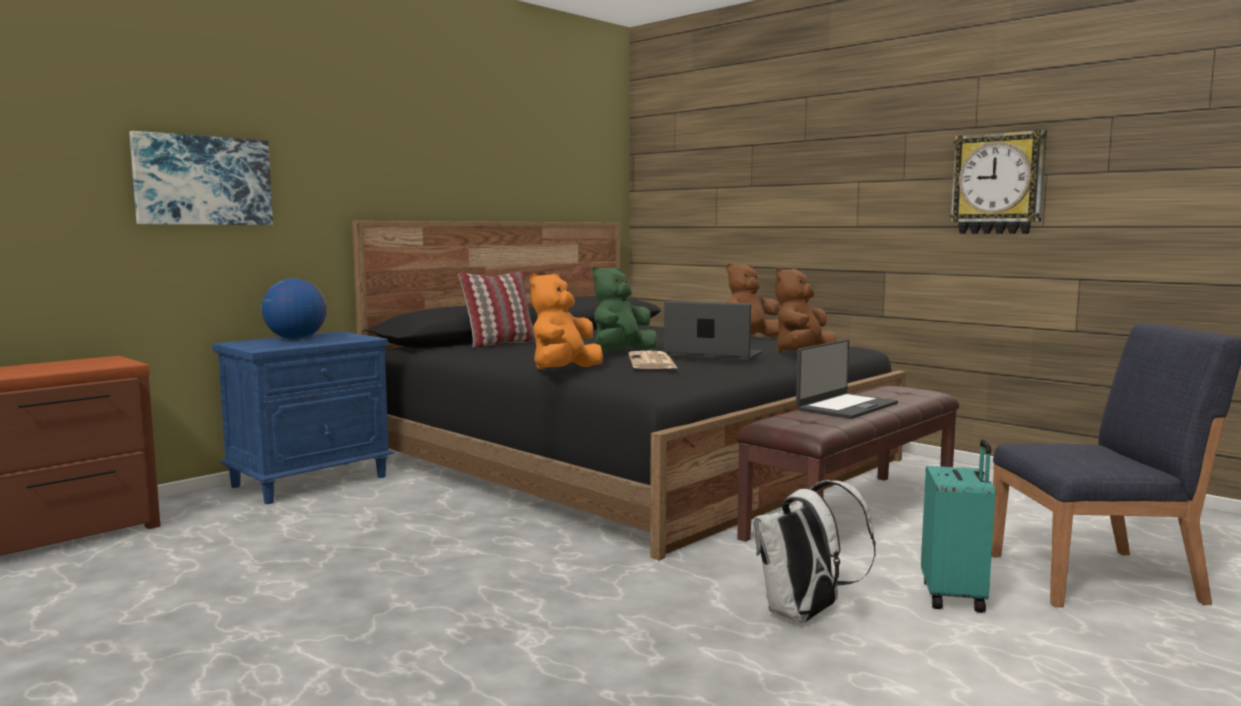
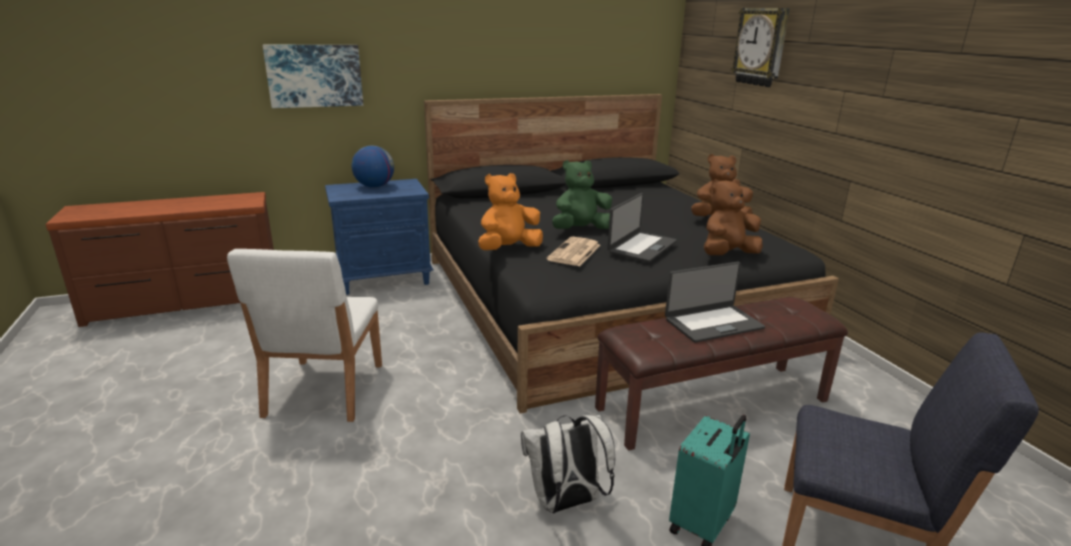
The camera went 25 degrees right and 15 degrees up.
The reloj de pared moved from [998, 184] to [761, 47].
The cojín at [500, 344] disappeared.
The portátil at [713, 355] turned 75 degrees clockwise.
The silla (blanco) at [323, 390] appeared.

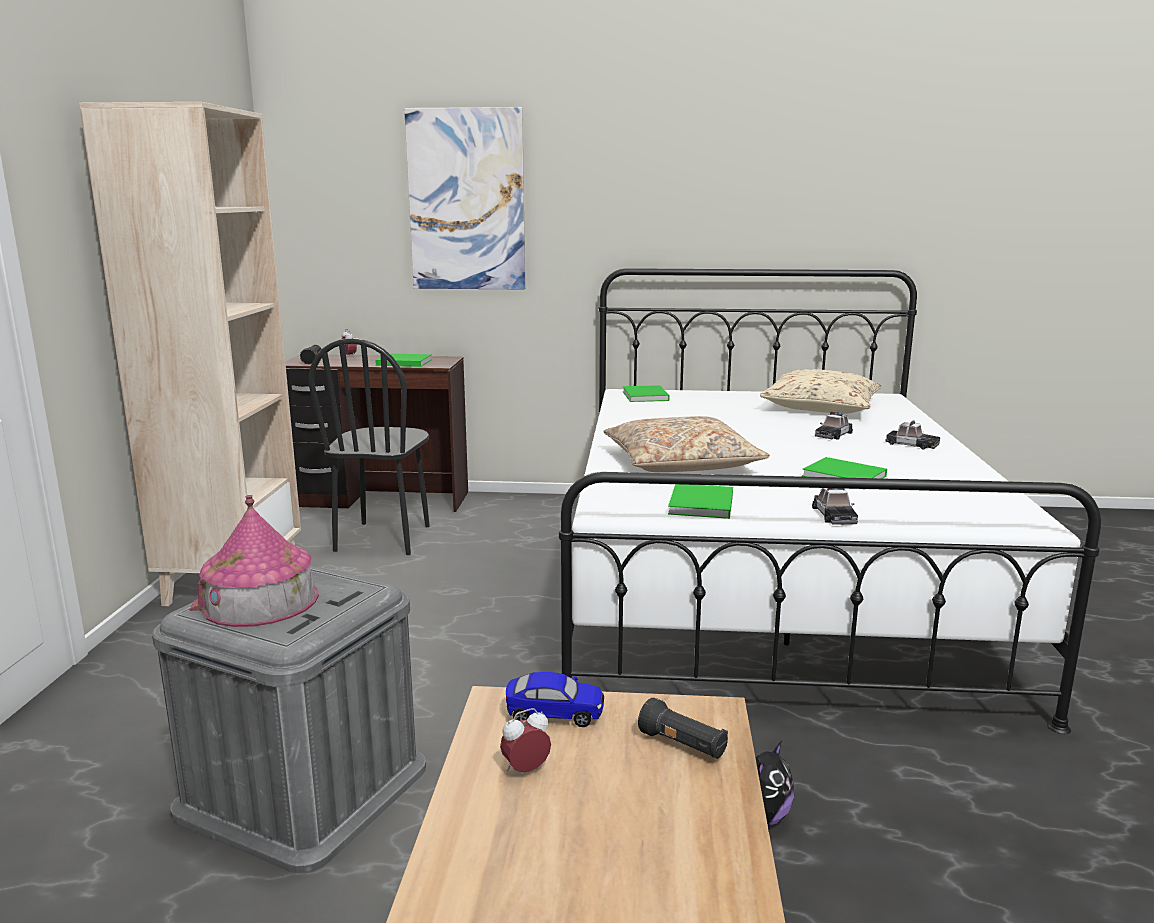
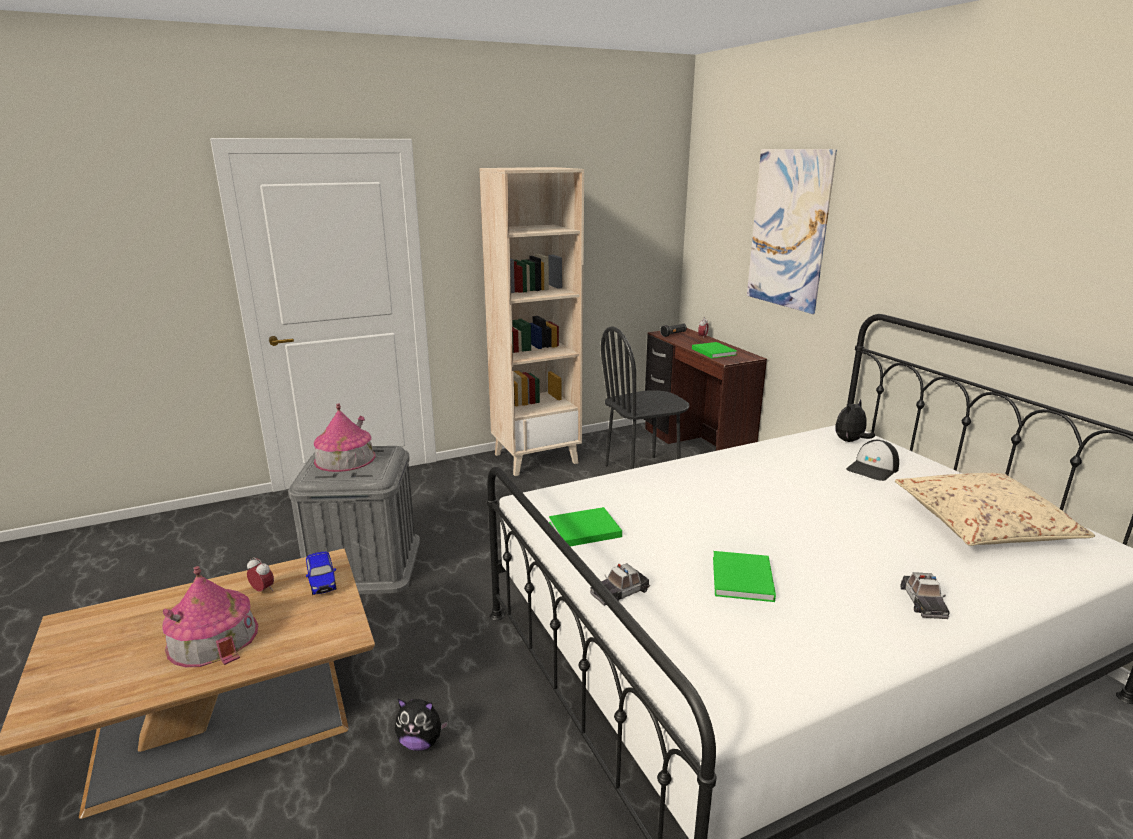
The camera went 60 degrees right and 5 degrees up.
The libro (verde) at [645, 396] was replaced by the peluche at [850, 441].
The coche de juguete at [833, 434] disappeared.
The cojín (beis) at [681, 463] disappeared.
The linterna (negro) at [683, 745] disappeared.
The gorra at [873, 469] appeared.
The casita at [212, 638] appeared.

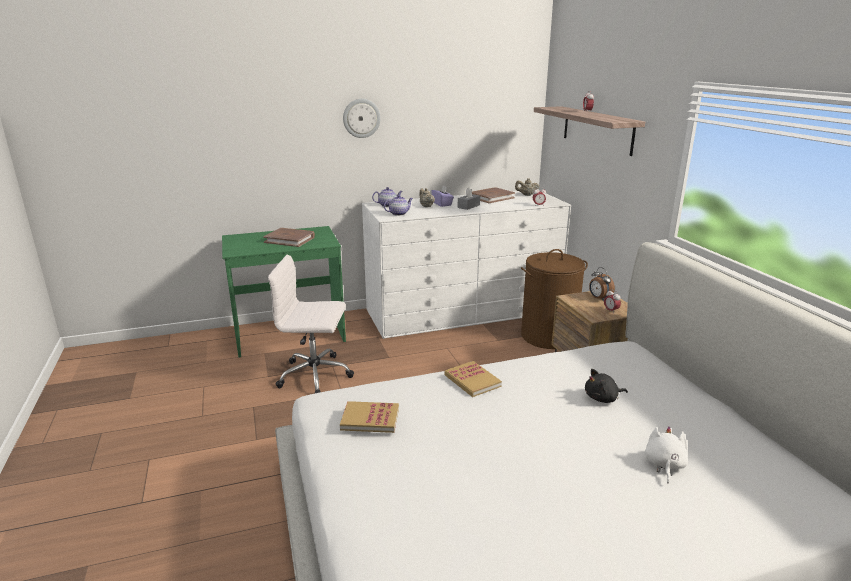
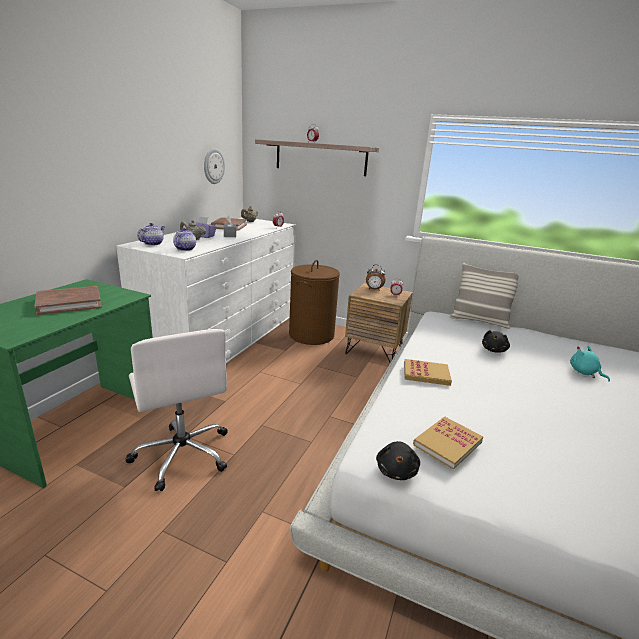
The camera went 50 degrees left and 0 degrees up.
The reloj de pared moved from [361, 118] to [213, 166].
The silla de oficina (blanco) at [316, 375] turned 75 degrees counterclockwise.
The peluche (blanco) at [664, 465] became the peluche (turquesa) at [584, 373].
The cojín at [479, 321] appeared.
The peluche (negro) at [396, 470] appeared.

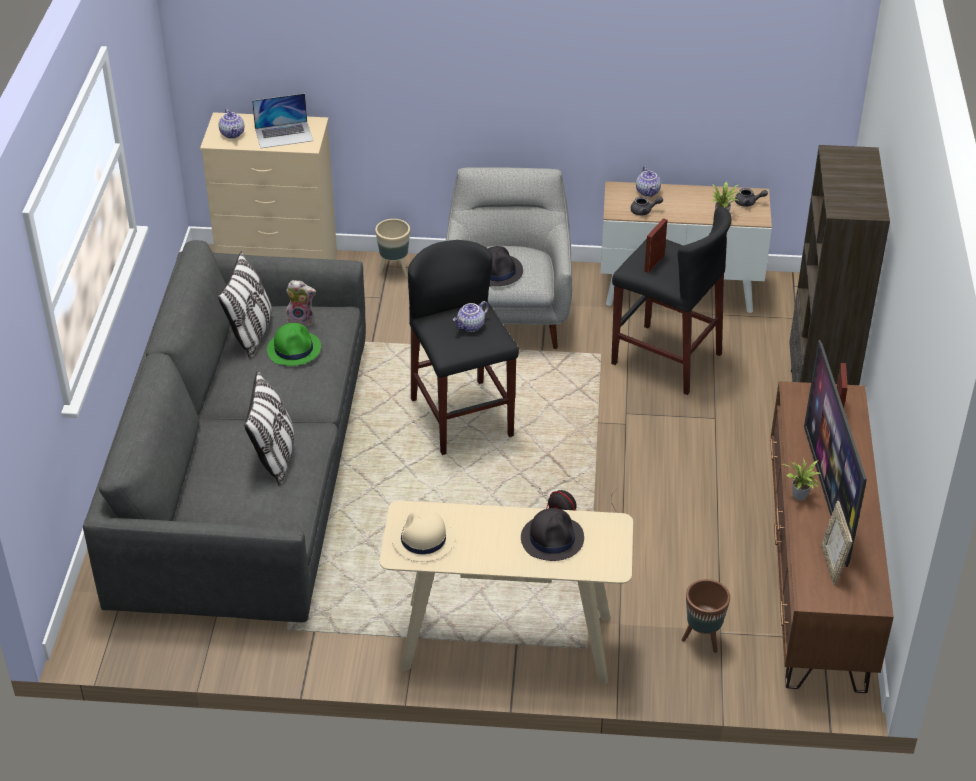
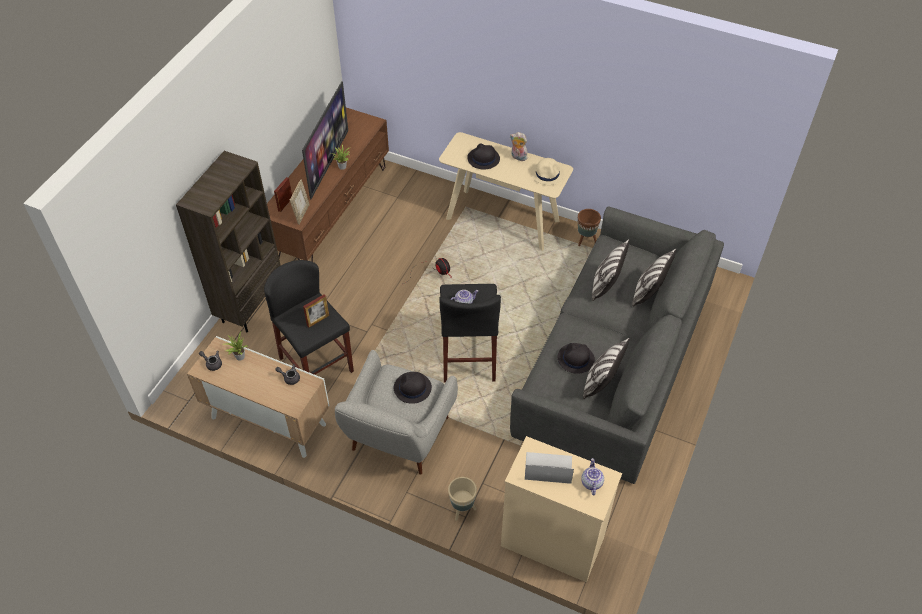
The camera went 160 degrees left and 10 degrees up.
The tetera at [648, 192] disappeared.
The peluche moved from [302, 321] to [518, 157].
The sombrero (verde) at [294, 349] became the sombrero (negro) at [575, 359].
The portarretratos moved from [832, 565] to [302, 214].
The maceta (marrón) moved from [702, 639] to [585, 240].
The cojín at [648, 292] appeared.

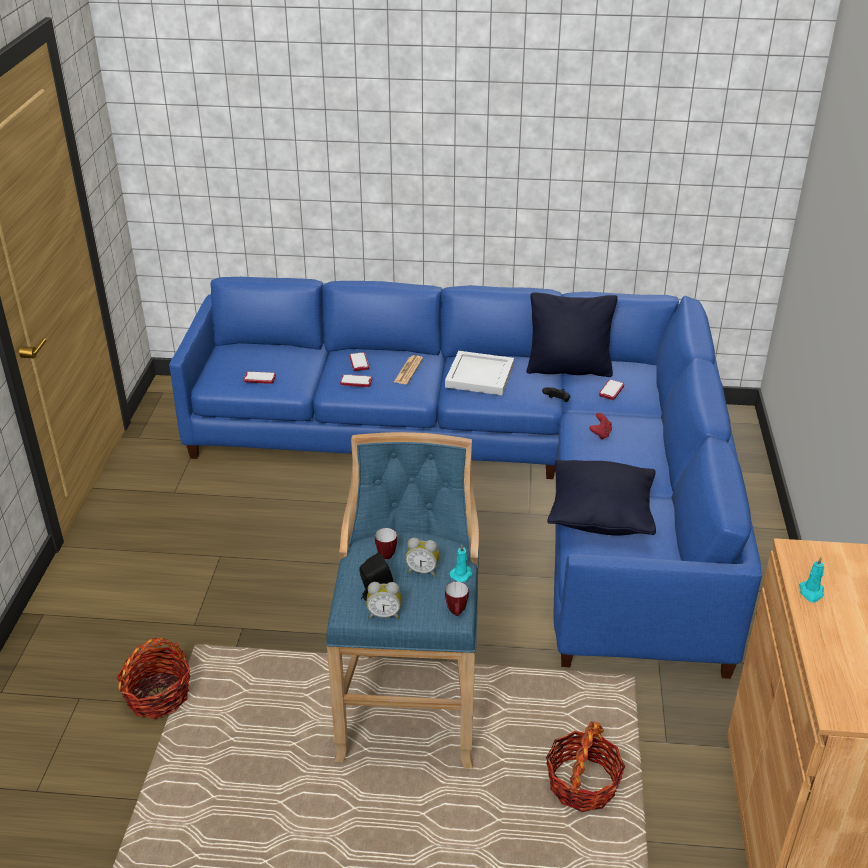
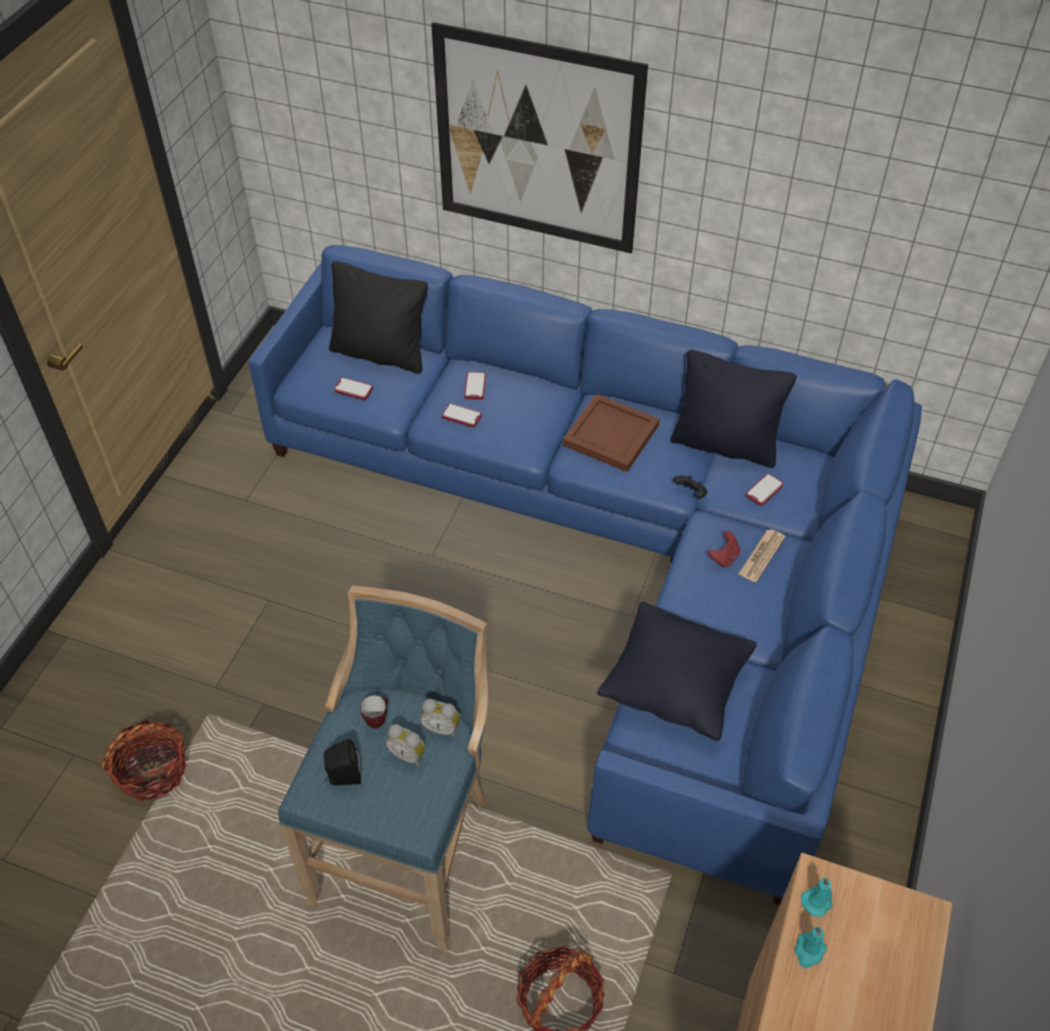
The camera went 15 degrees right and 15 degrees up.
The bandeja (blanco) at [480, 376] became the bandeja (marrón) at [611, 436].
The periódico moved from [408, 370] to [761, 556].
The vela (turquesa) moved from [461, 574] to [817, 901].
The taza grande at [457, 613] disappeared.
The despertador moved from [384, 614] to [442, 727].
The cuadro at [537, 142] appeared.
The cojín (negro) at [380, 353] appeared.

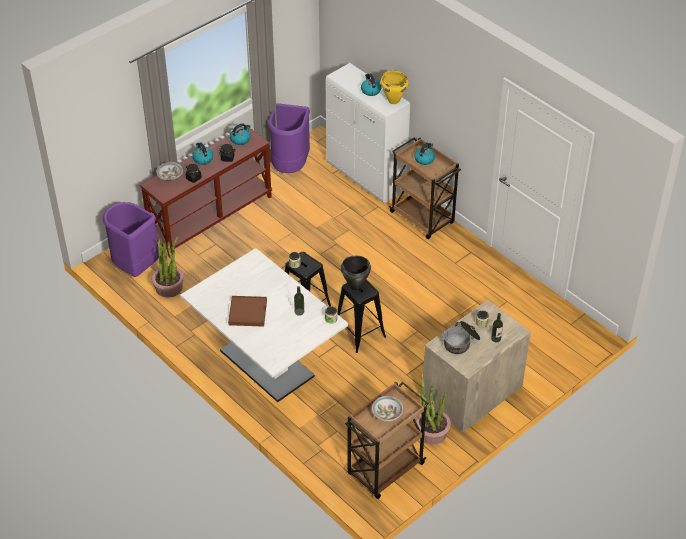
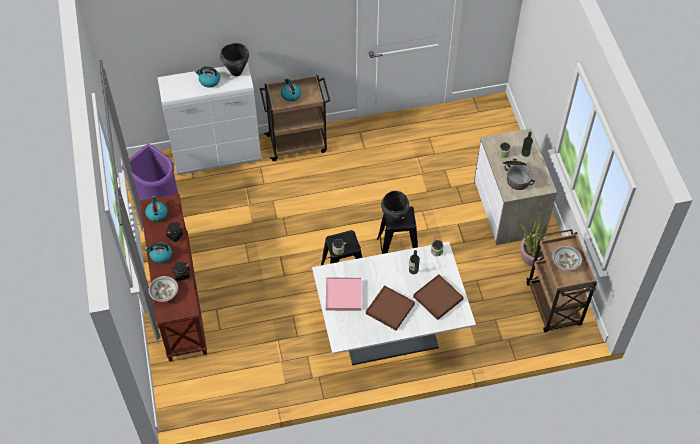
The camera went 60 degrees left and 10 degrees up.
The olla (amarillo) at [393, 100] became the olla (negro) at [236, 72].
The papelera (morado) at [135, 267] disappeared.
The planta en maceta at [169, 287] disappeared.
The bandeja (marrón) at [437, 298] appeared.
The bandeja (rosa) at [343, 295] appeared.

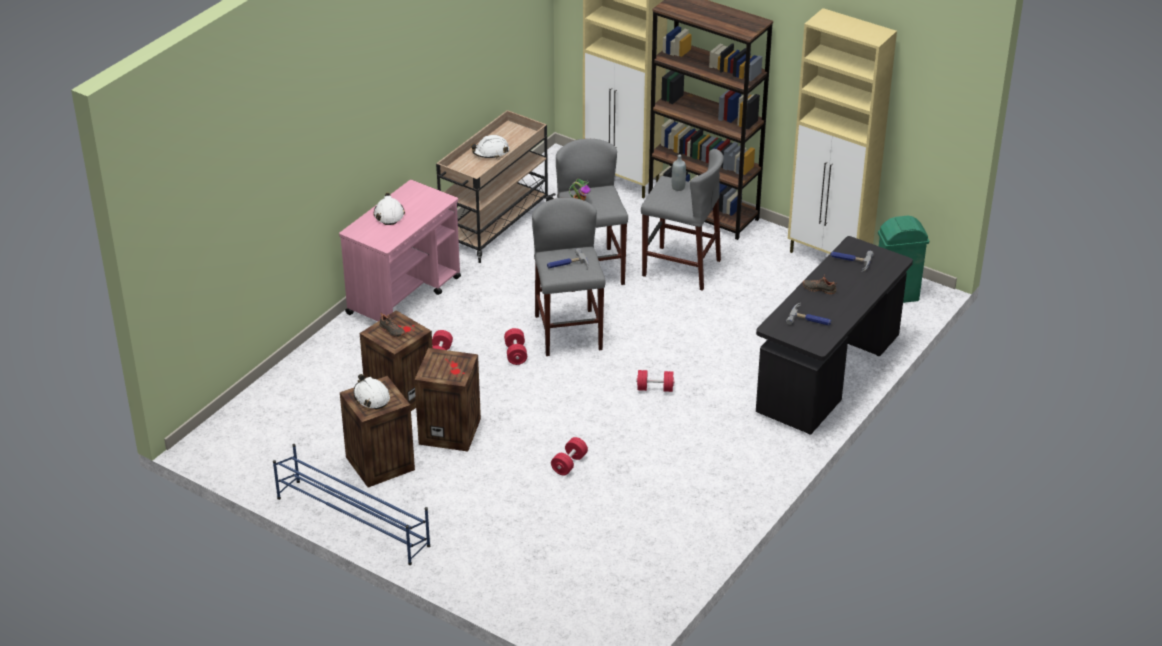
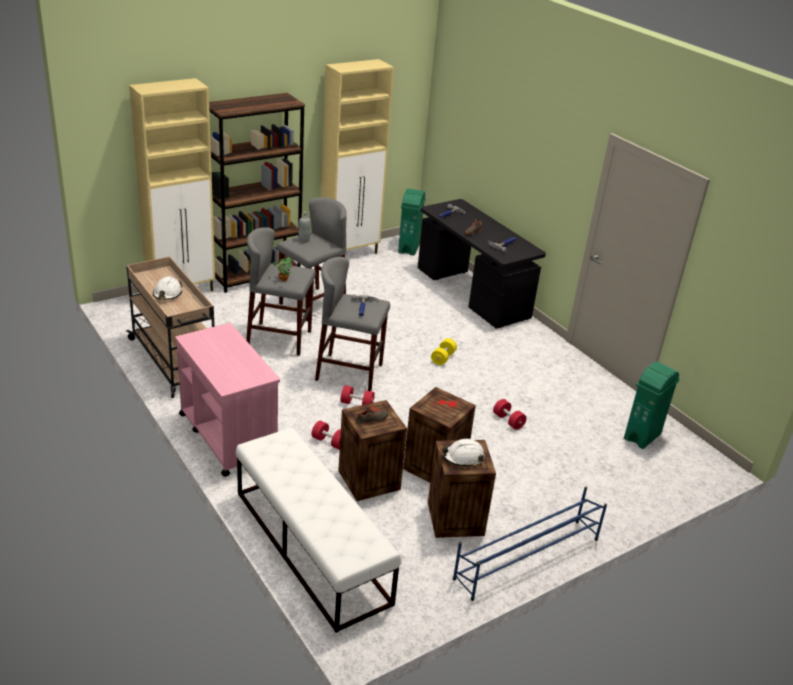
The camera went 70 degrees left and 5 degrees down.
The casco (blanco) at [389, 214] disappeared.
The mancuerna (rojo) at [655, 388] became the mancuerna (amarillo) at [443, 358].
The papelera (verde) at [642, 436] appeared.
The banco (blanco) at [311, 546] appeared.

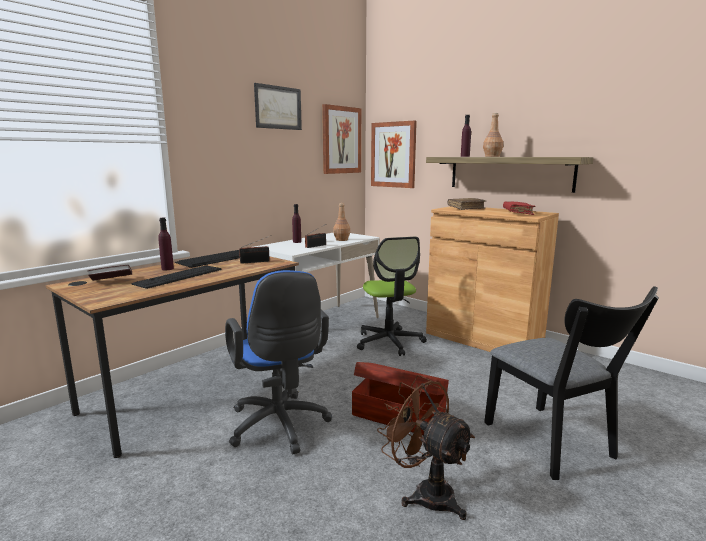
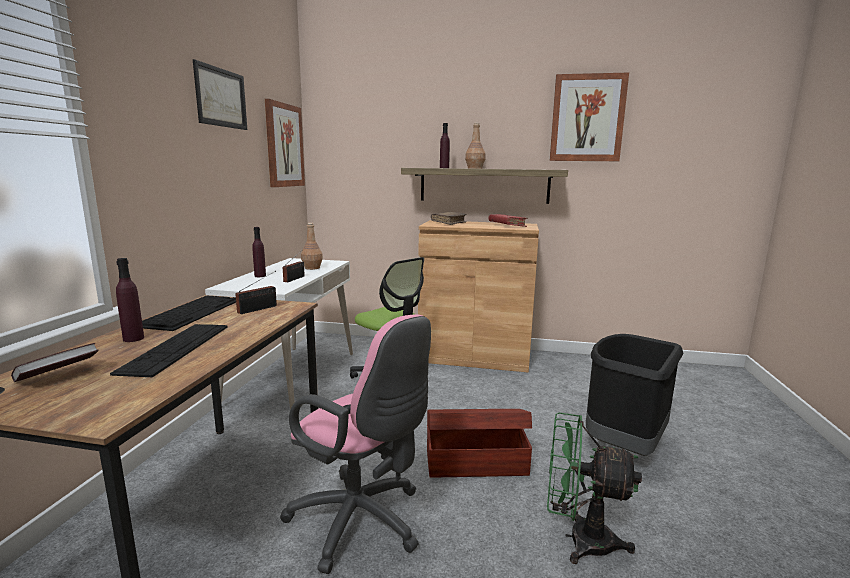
The camera went 30 degrees left and 0 degrees up.
The cuadro moved from [393, 155] to [587, 118].
The silla de oficina (azul) at [280, 427] became the silla de oficina (rosa) at [362, 523].
The silla (negro) at [554, 445] was replaced by the papelera (negro) at [623, 446].
The ventilador (marrón) at [425, 493] became the ventilador (verde) at [578, 539].

